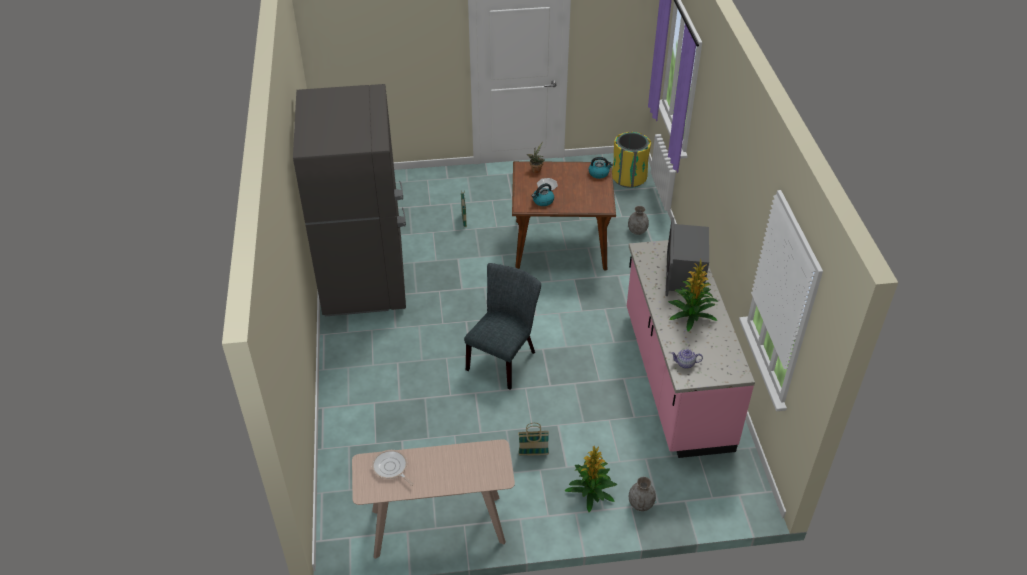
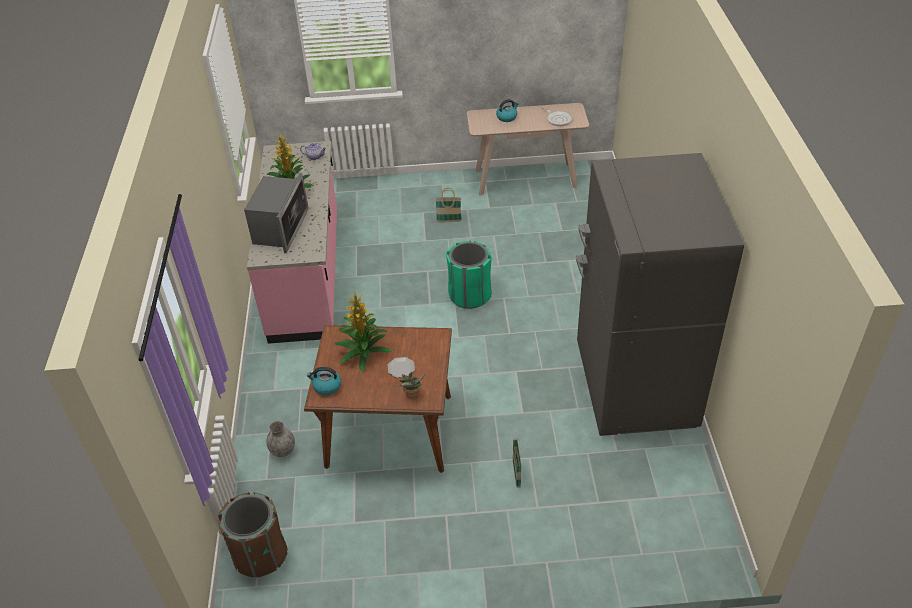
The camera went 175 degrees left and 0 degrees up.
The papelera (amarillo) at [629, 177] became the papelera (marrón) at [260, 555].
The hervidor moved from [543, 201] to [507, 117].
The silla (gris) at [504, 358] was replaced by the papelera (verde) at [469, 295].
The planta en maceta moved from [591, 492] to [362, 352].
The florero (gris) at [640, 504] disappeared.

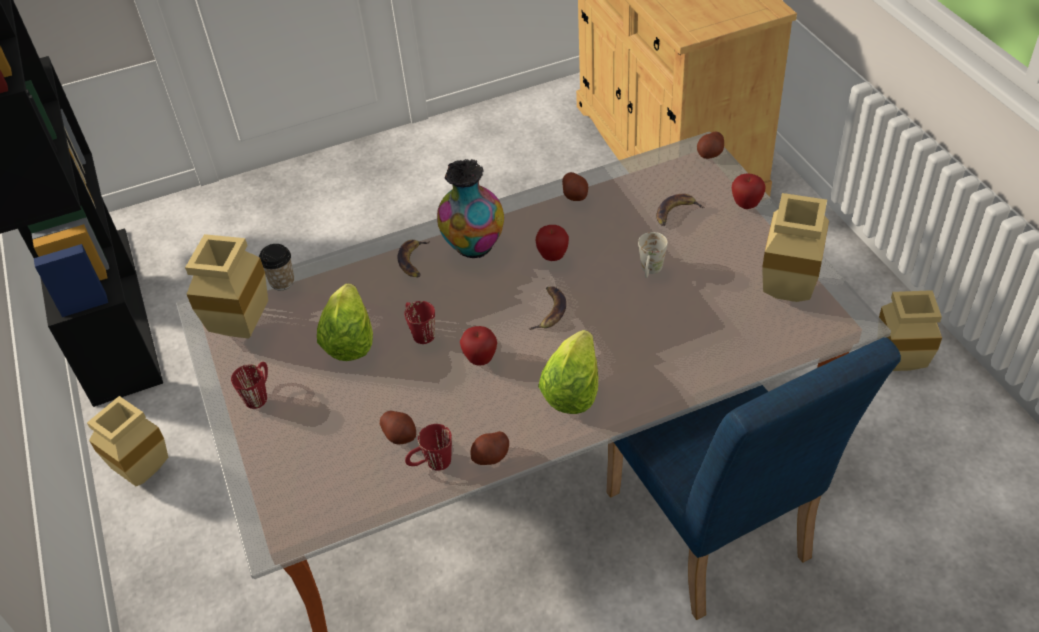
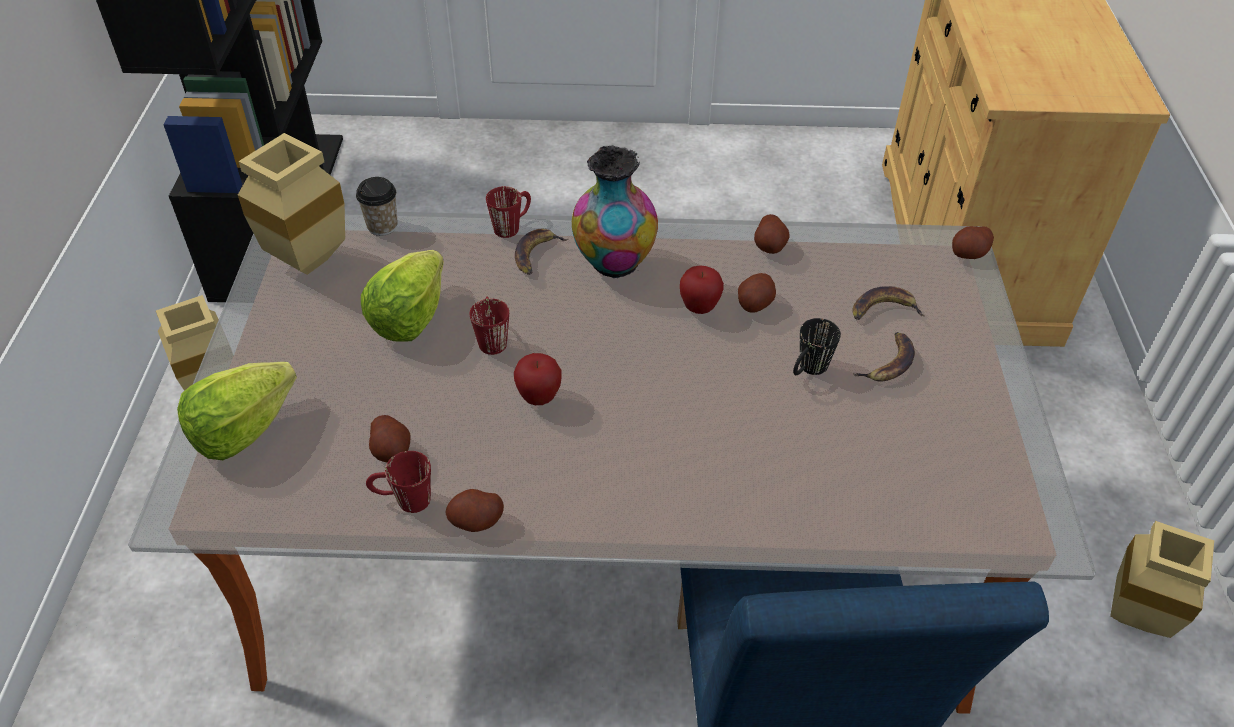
The camera went 20 degrees right and 0 degrees up.
The manzana at [746, 204] disappeared.
The florero (beis) at [785, 289] disappeared.
The taza grande (blanco) at [650, 272] became the taza grande (negro) at [808, 370].
The plátano moved from [550, 311] to [888, 362].
The lechuga moved from [572, 389] to [243, 429].
The taza grande (rojo) moved from [259, 394] to [512, 225].
The patata at [754, 303] appeared.

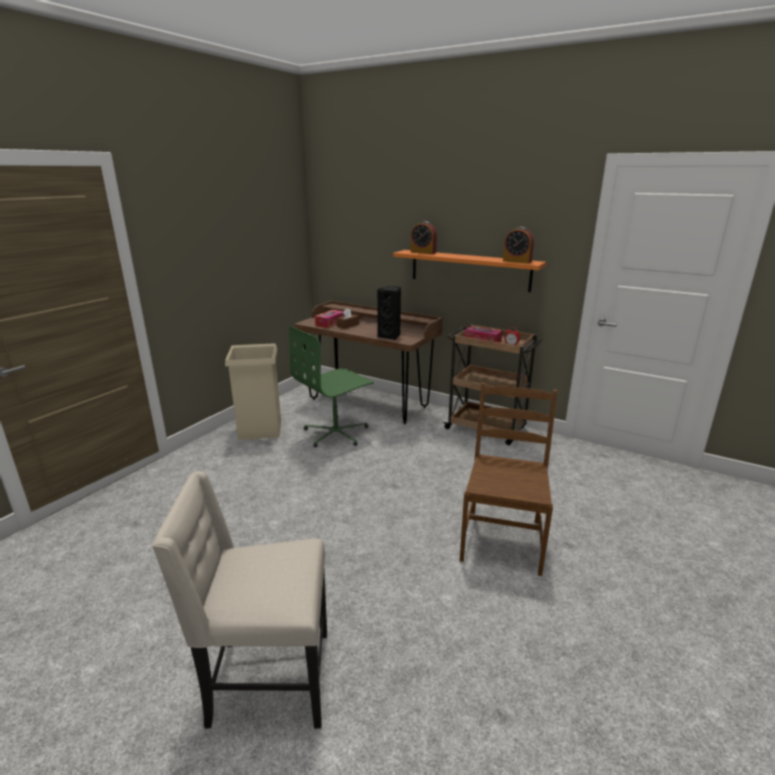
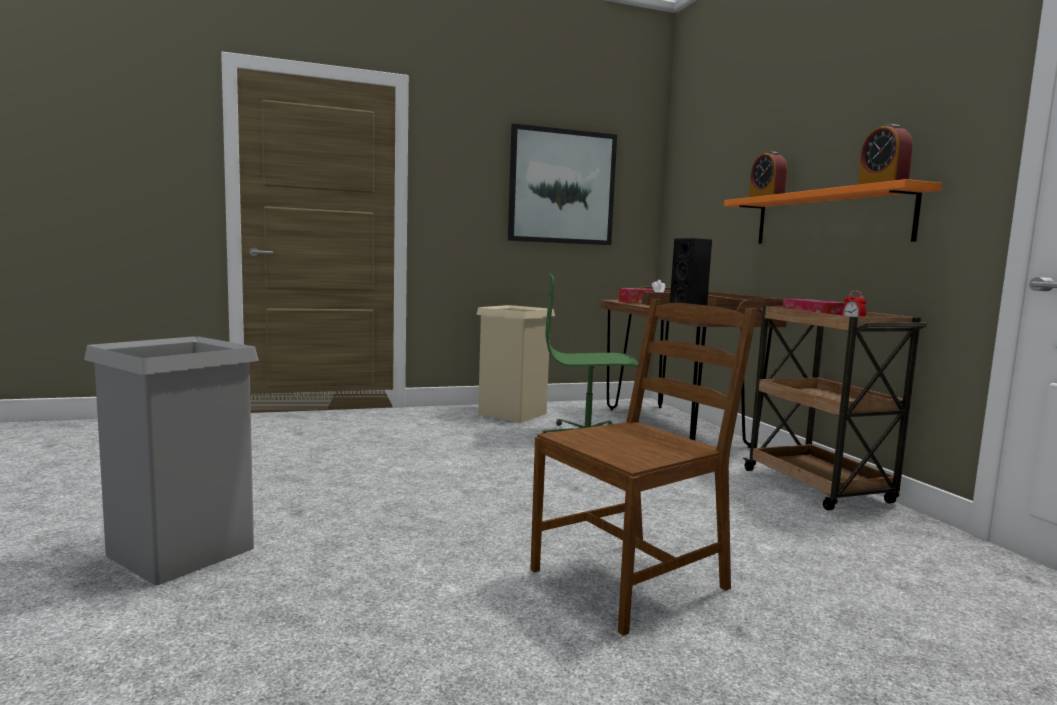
The camera went 40 degrees right and 15 degrees down.
The silla (beis) at [267, 680] was replaced by the papelera (gris) at [182, 551].
The cuadro at [562, 187] appeared.

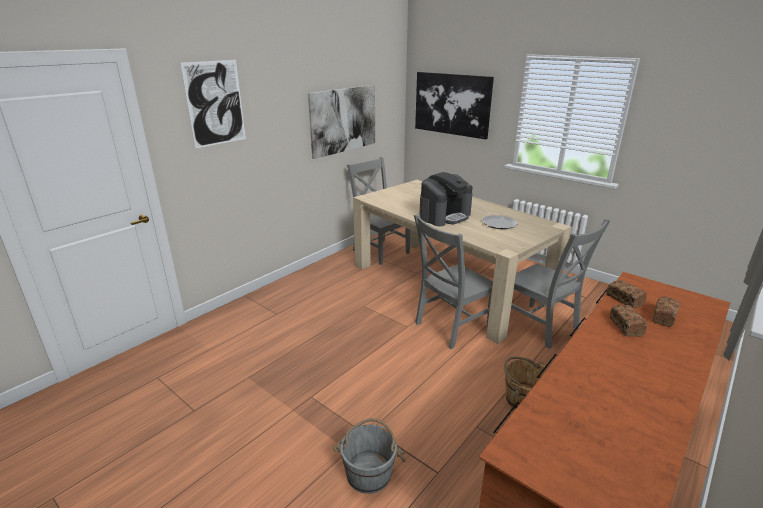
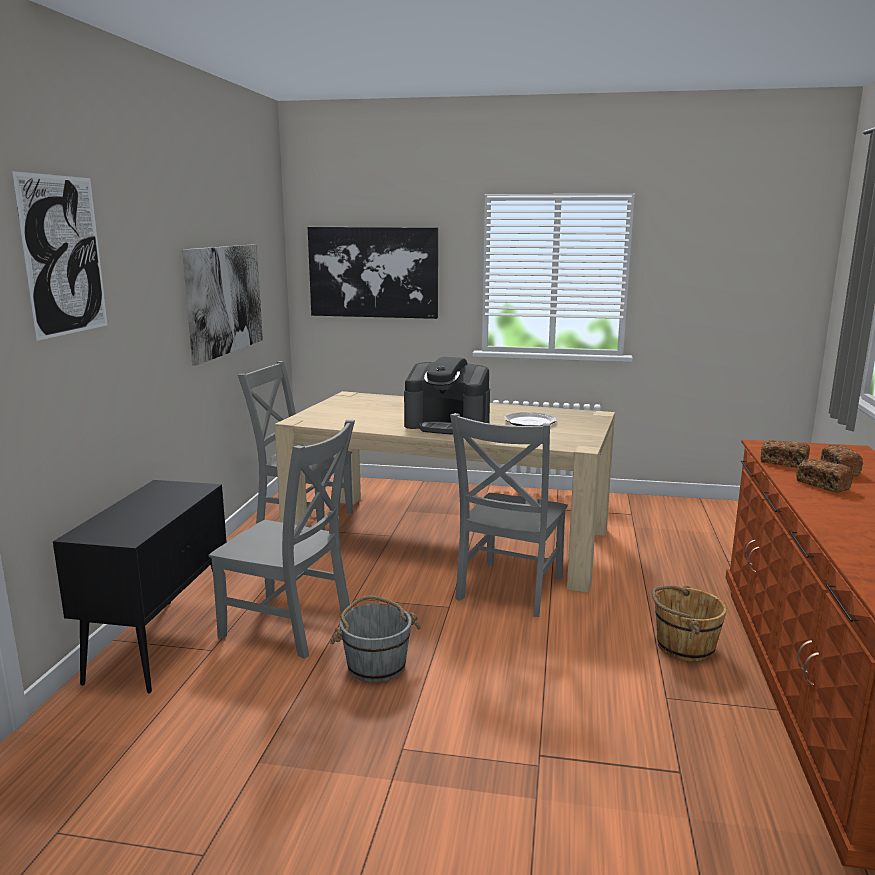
The camera went 30 degrees left and 10 degrees down.
The cafetera at [444, 216] turned 90 degrees clockwise.
The silla (gris) moved from [542, 327] to [291, 626].
The cubo (gris) moved from [369, 473] to [376, 665].
The armario (negro) at [161, 642] appeared.

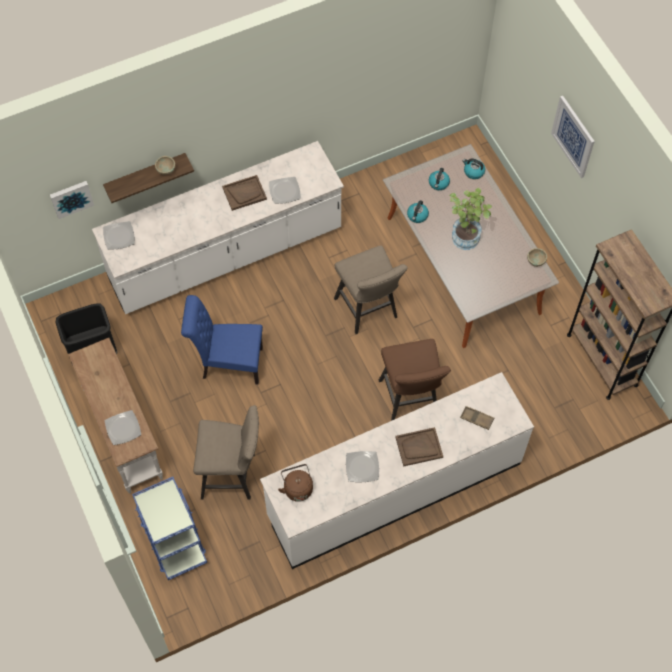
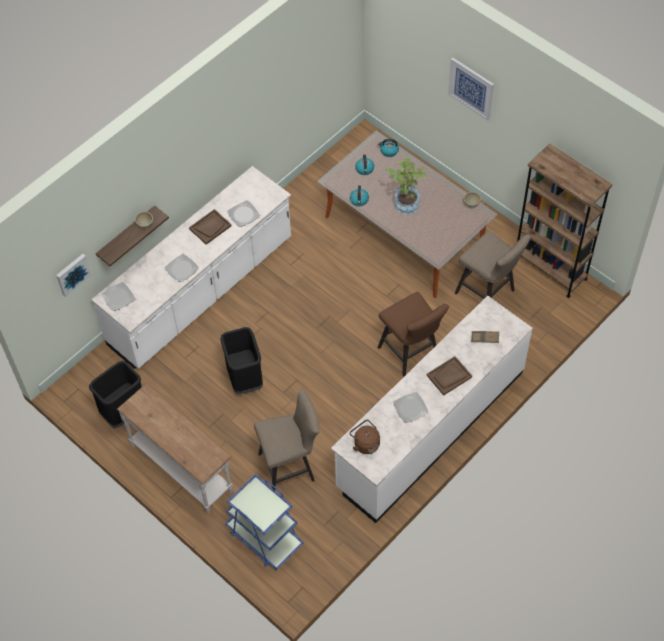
The camera went 20 degrees left and 5 degrees down.
The taburete (beis) moved from [368, 311] to [488, 293].
The silla (azul) at [228, 363] was replaced by the papelera (negro) at [244, 379].
The plato moved from [123, 428] to [182, 269].

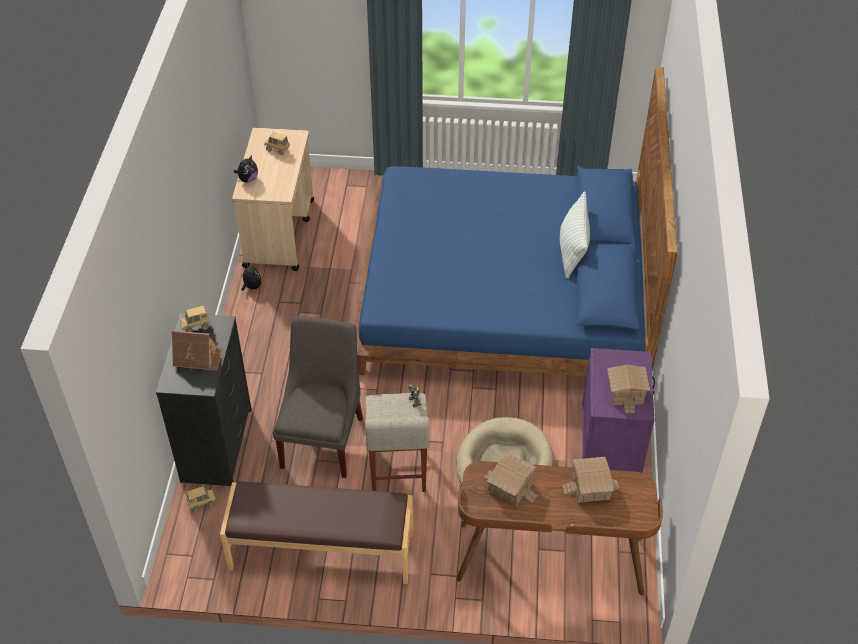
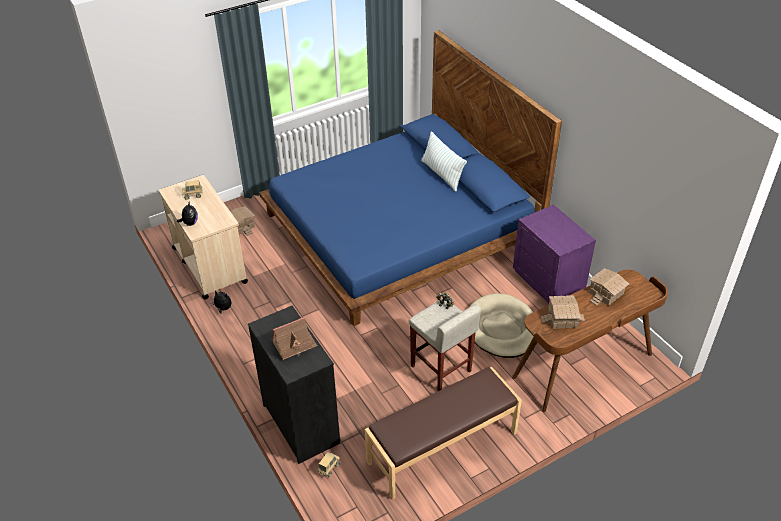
The camera went 35 degrees left and 5 degrees down.
The camión de juguete at [196, 327] disappeared.
The silla (gris) at [323, 438] disappeared.
The casita moved from [625, 392] to [241, 226].

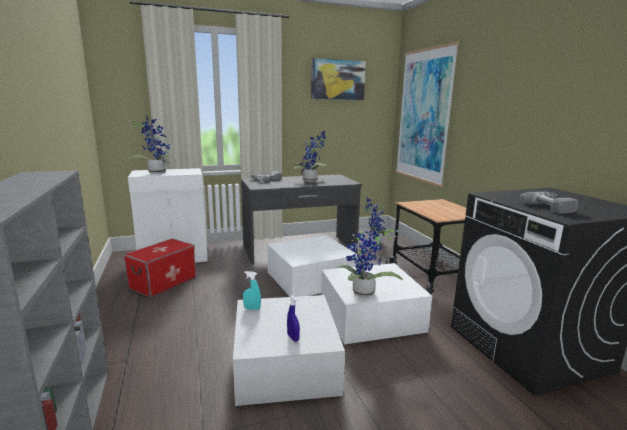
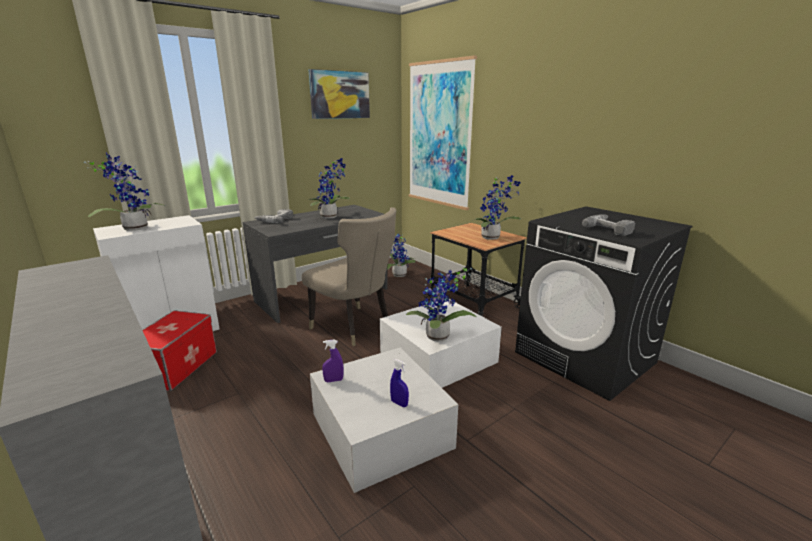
The camera went 20 degrees left and 5 degrees up.
The caja de almacenaje (blanco) at [310, 278] was replaced by the silla (beis) at [354, 327].
The pulverizador (turquesa) at [252, 308] became the pulverizador (morado) at [333, 380].
The planta en maceta at [493, 237] appeared.

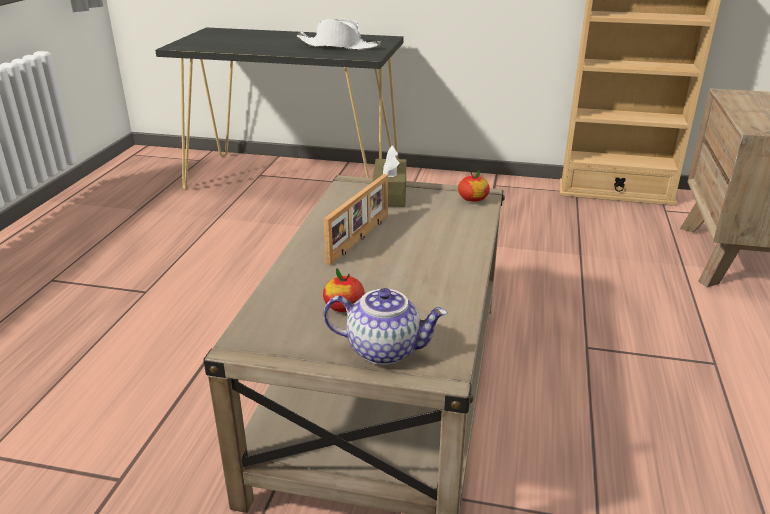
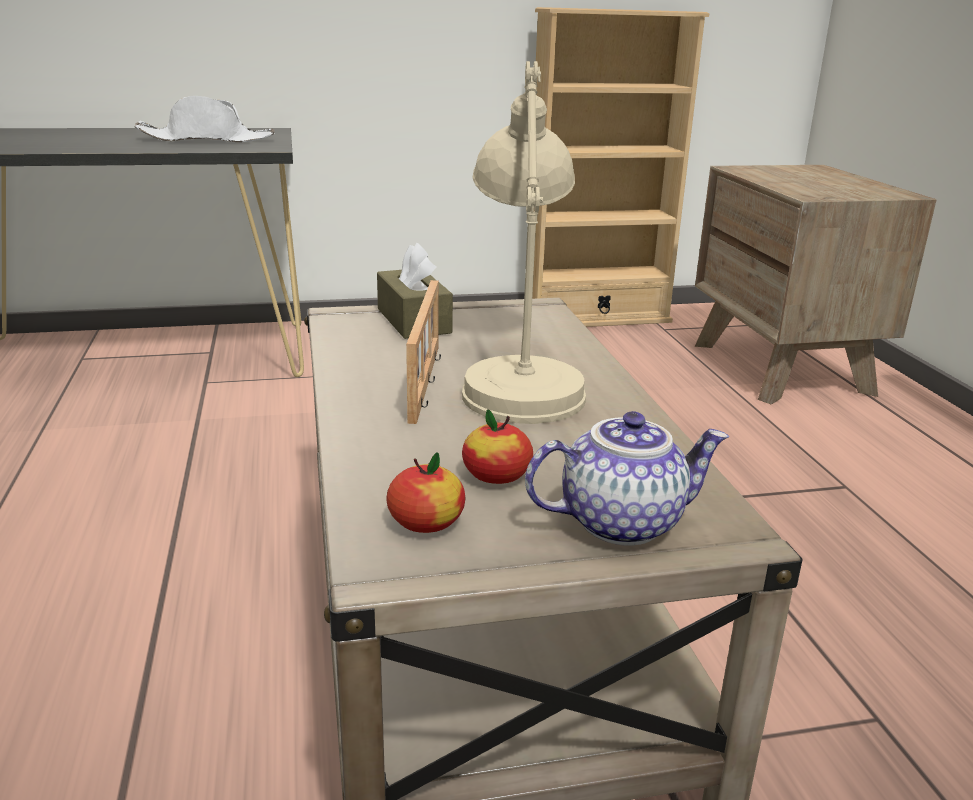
The camera went 25 degrees left and 5 degrees down.
The manzana moved from [473, 199] to [426, 522].
The lámpara de mesa (beis) at [519, 374] appeared.

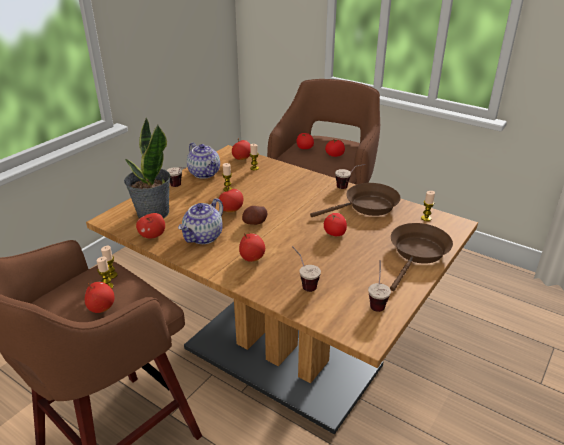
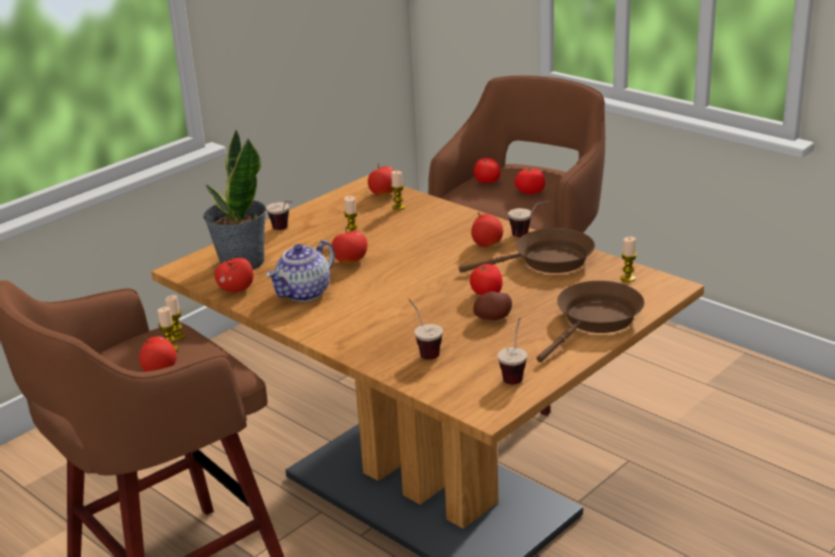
The camera went 10 degrees right and 5 degrees down.
The tetera at [205, 173] disappeared.
The patata moved from [255, 222] to [493, 317].
The manzana moved from [252, 258] to [487, 244].

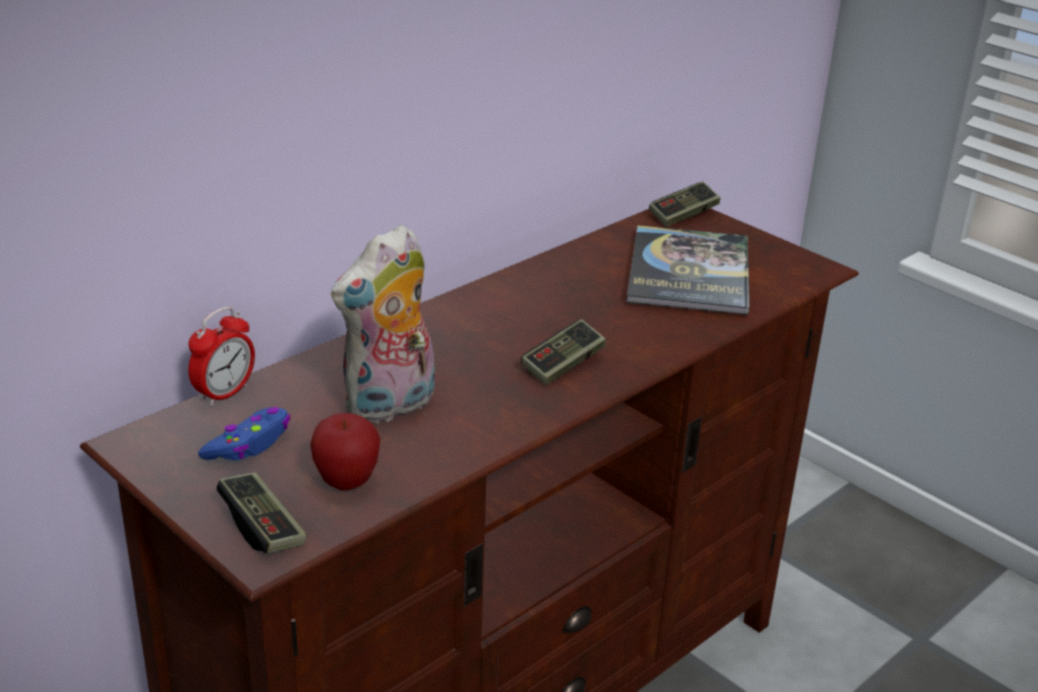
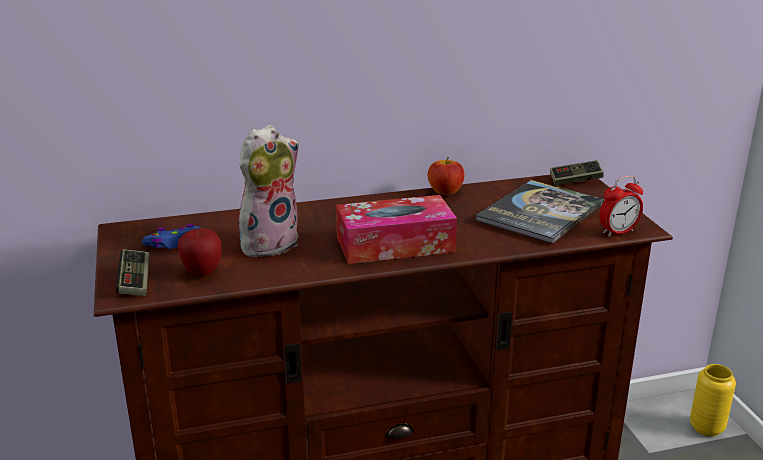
The camera went 30 degrees right and 5 degrees down.
The peluche at [390, 406] turned 150 degrees clockwise.
The despertador moved from [224, 394] to [618, 232].
The mando de consola at [563, 365] was replaced by the caja de pañuelos at [395, 245].
The manzana at [445, 192] appeared.
The florero (amarillo) at [706, 428] appeared.

